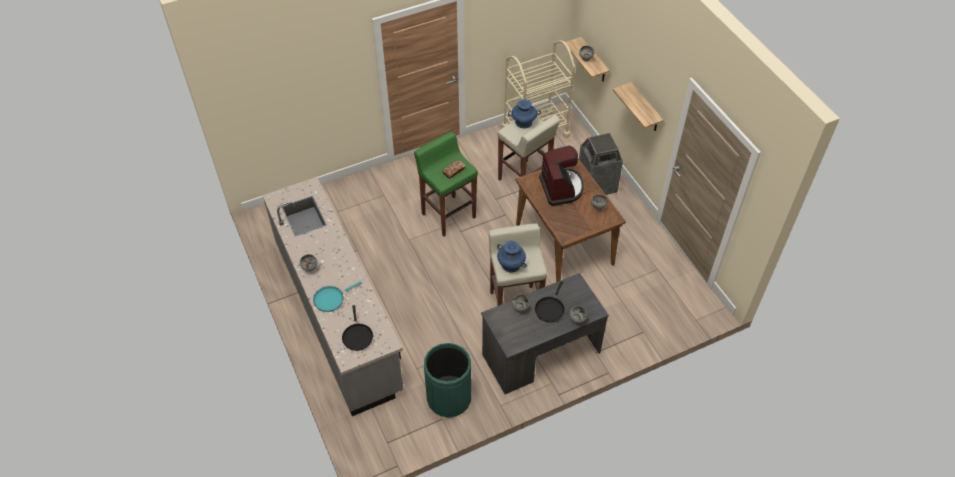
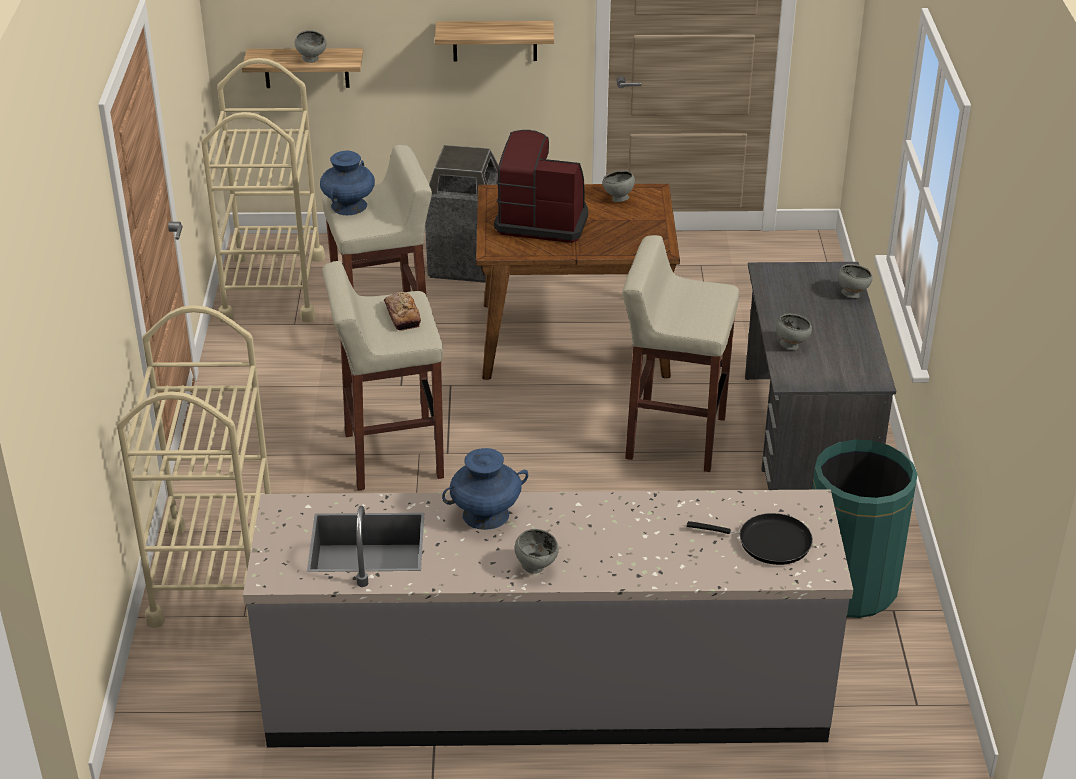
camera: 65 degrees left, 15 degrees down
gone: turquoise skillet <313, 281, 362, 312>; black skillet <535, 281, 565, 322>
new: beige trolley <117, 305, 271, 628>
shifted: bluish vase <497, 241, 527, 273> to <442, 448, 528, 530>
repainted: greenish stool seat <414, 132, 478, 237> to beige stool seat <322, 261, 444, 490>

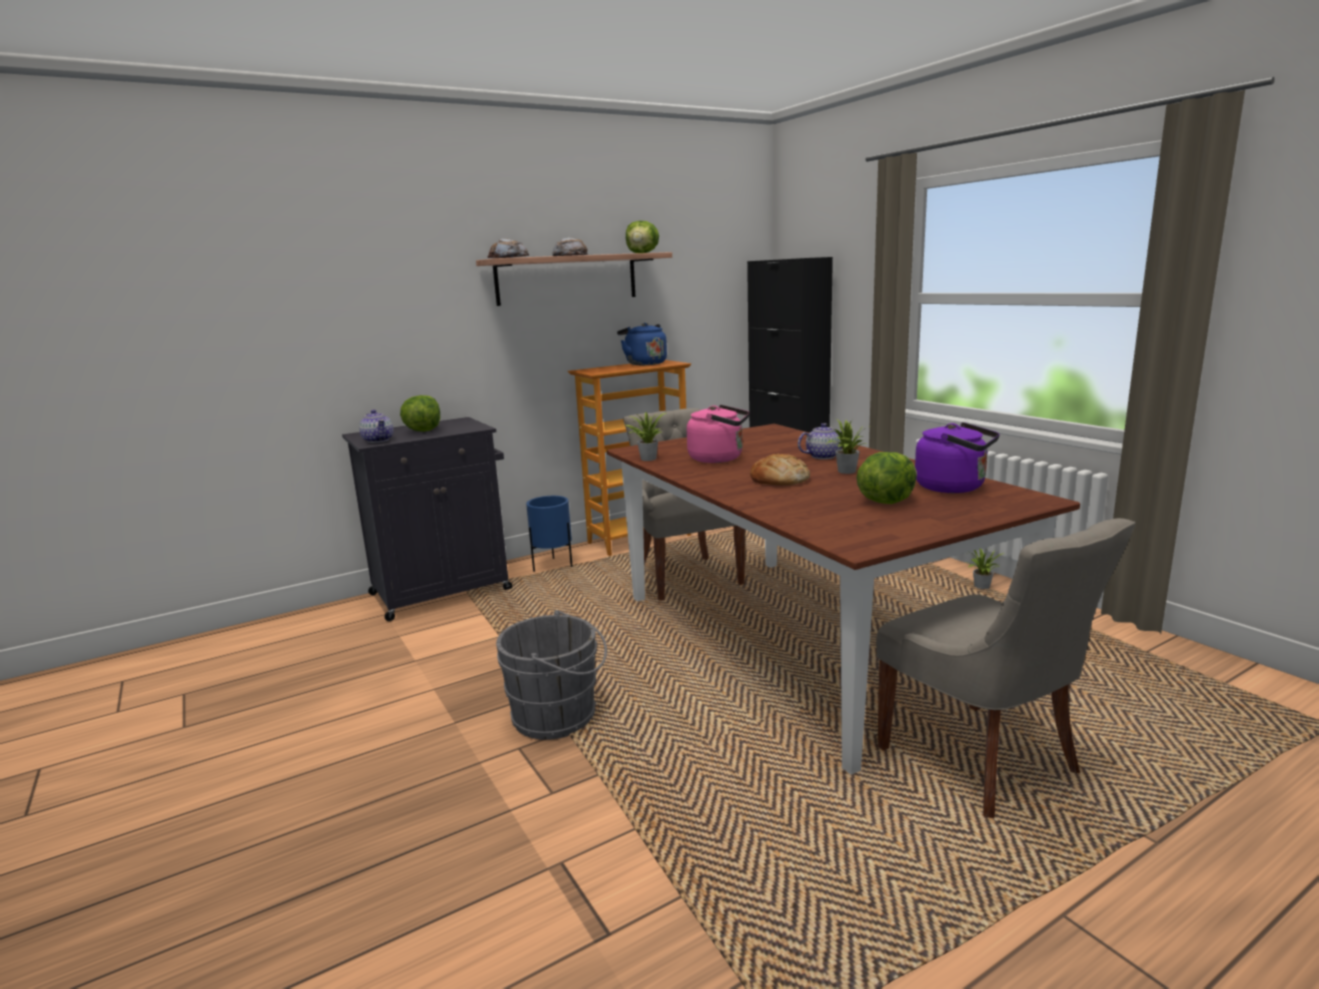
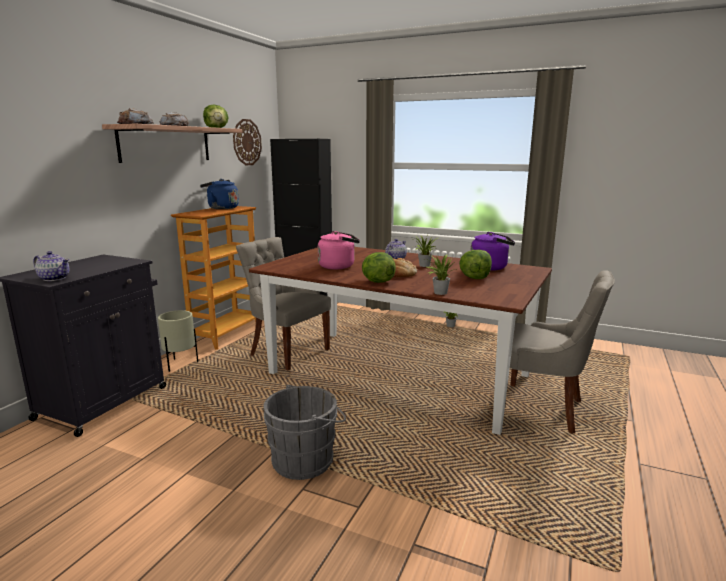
camera: 35 degrees left, 0 degrees up
new: wall clock <233, 119, 262, 166>
shifted: head of lettuce <400, 395, 440, 432> to <362, 252, 396, 283>; potted plant <625, 412, 666, 461> to <426, 255, 456, 295>
repainted: bluish plant pot <526, 496, 573, 572> to beige plant pot <158, 310, 198, 372>

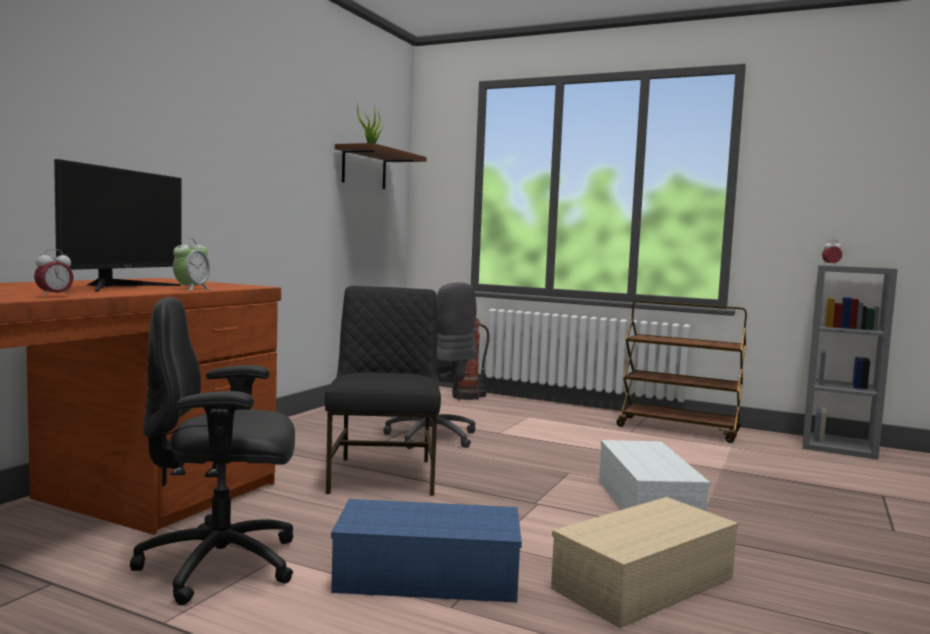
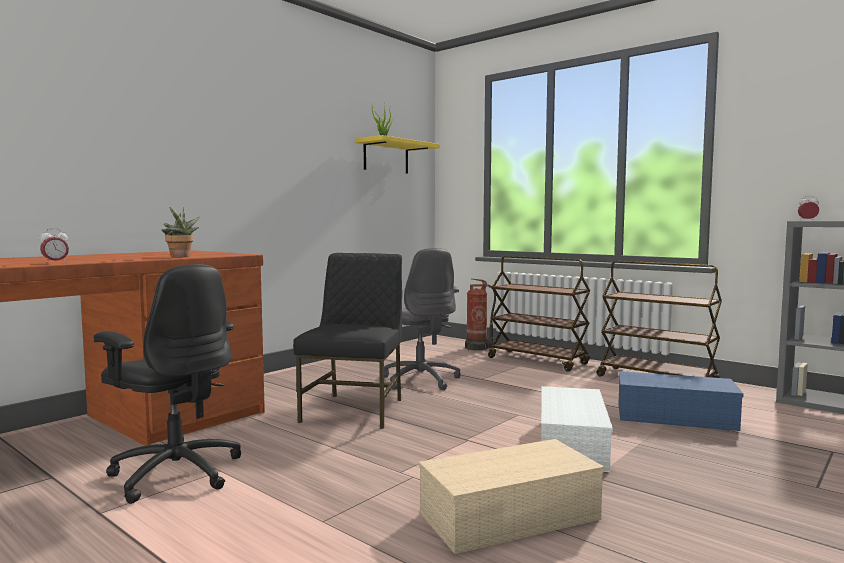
camera: 15 degrees right, 0 degrees up
gone: computer screen <54, 159, 182, 292>
new: brown-coloured trolley <488, 256, 590, 372>
shifted: bluish storage container <331, 499, 522, 602> to <618, 371, 744, 431>
swapped: alarm clock <173, 238, 210, 291> to potted plant <162, 207, 200, 258>
repainted: brown-coloured wall shelf <335, 143, 427, 189> to yellow-coloured wall shelf <356, 135, 440, 174>
rotated: black office chair <130, 297, 295, 605> = <94, 264, 241, 504> 150 degrees counterclockwise

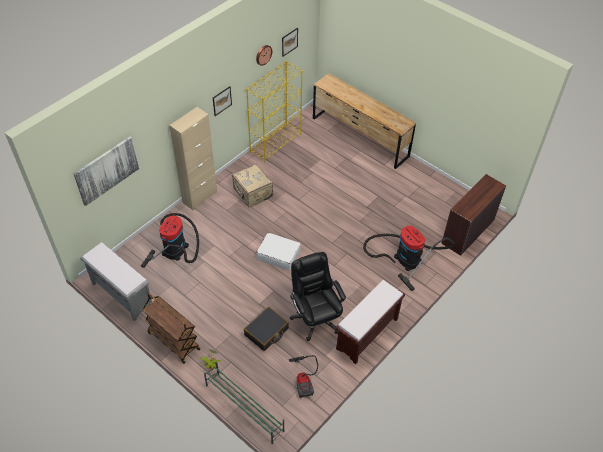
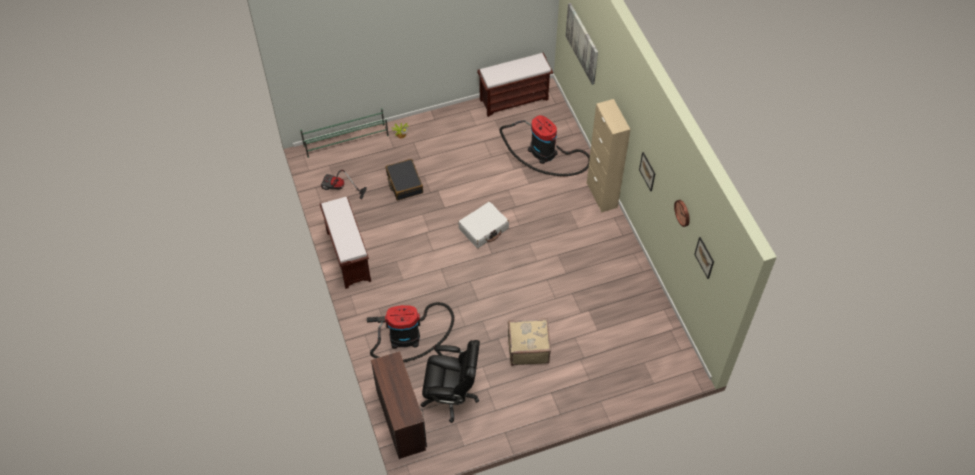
camera: 120 degrees right, 5 degrees up
gone: yellow-coloured bookshelf <246, 61, 303, 162>; brown-coloured dresser <313, 73, 416, 169>; brown-coloured trolley <142, 293, 200, 364>
shifted: beige piece of luggage <232, 163, 273, 208> to <508, 318, 551, 366>; black office chair <290, 252, 346, 341> to <421, 340, 480, 423>
repainted: grey long seat <80, 242, 152, 321> to brown-coloured long seat <477, 53, 553, 117>

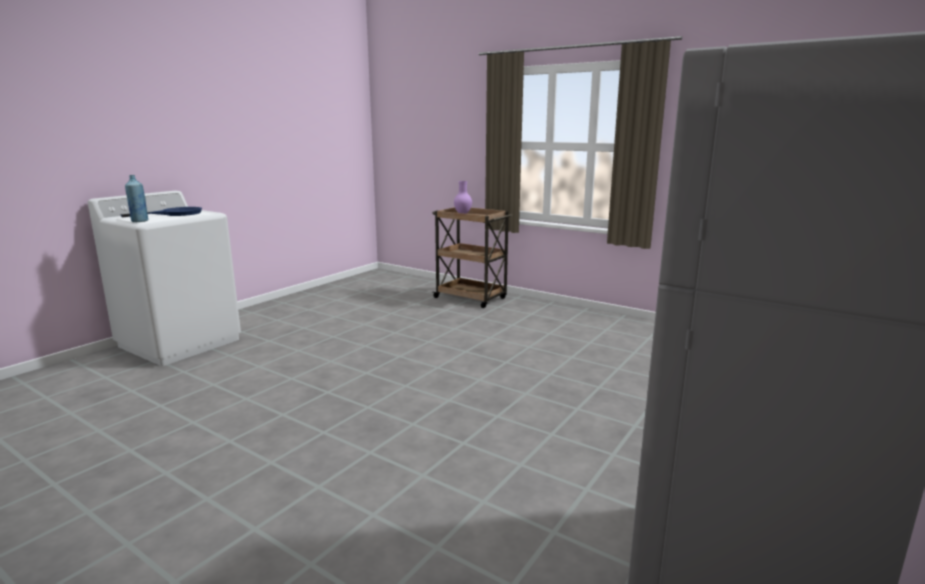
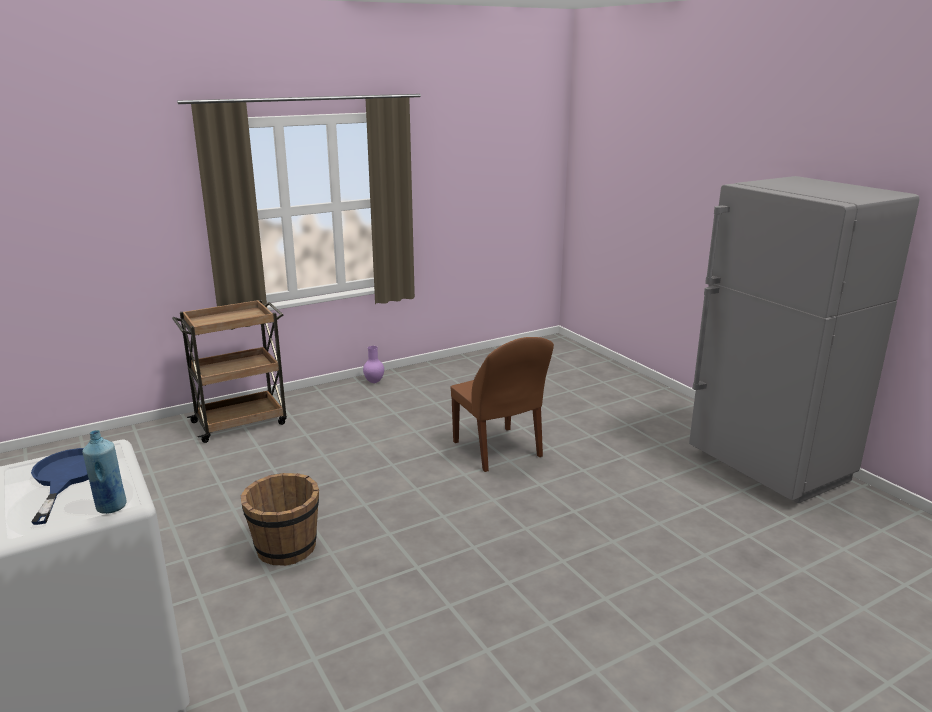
camera: 65 degrees left, 5 degrees up
new: brown-coloured upright chair <450, 337, 554, 472>; brown-coloured water bucket <241, 473, 319, 566>
shifted: purple-coloured vase <454, 181, 472, 214> to <363, 346, 384, 383>

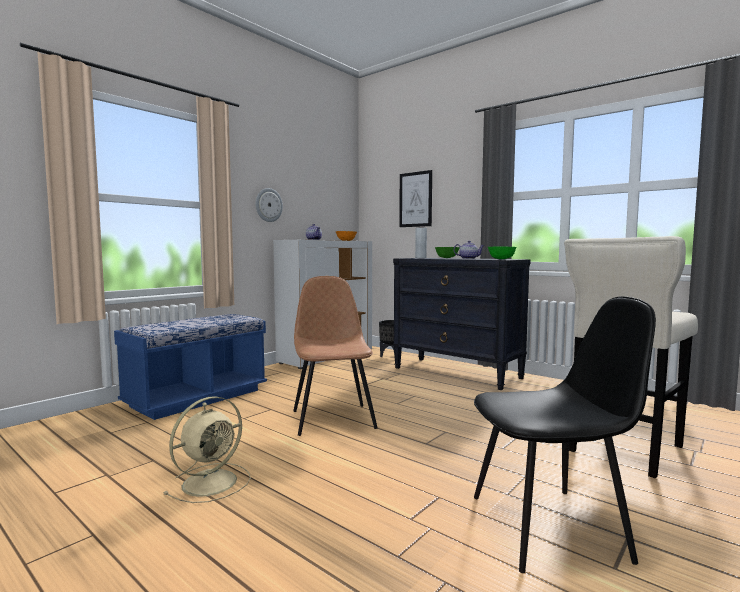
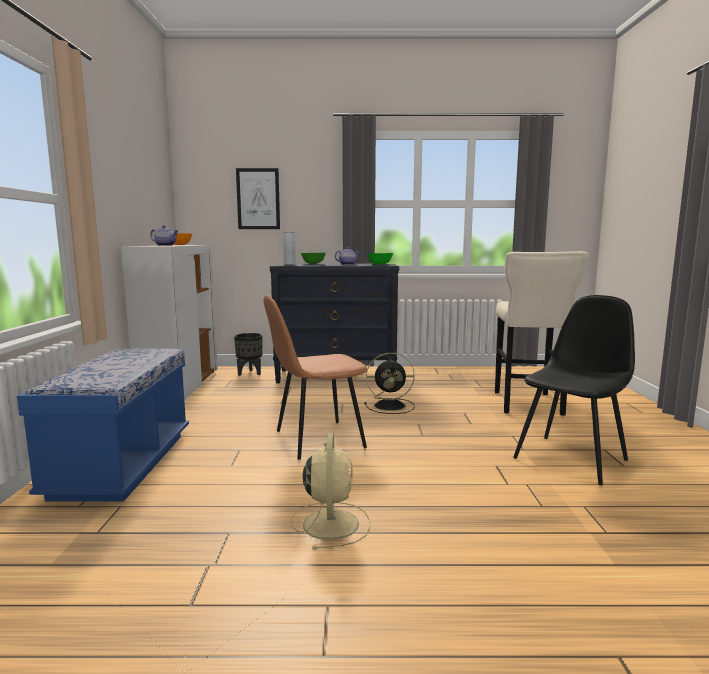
camera: 40 degrees left, 5 degrees up
gone: wall clock <255, 188, 283, 222>
new: black cooling fan <364, 353, 415, 414>
rotated: brown-coloured upright chair <293, 276, 377, 436> = <263, 296, 368, 460> 60 degrees counterclockwise

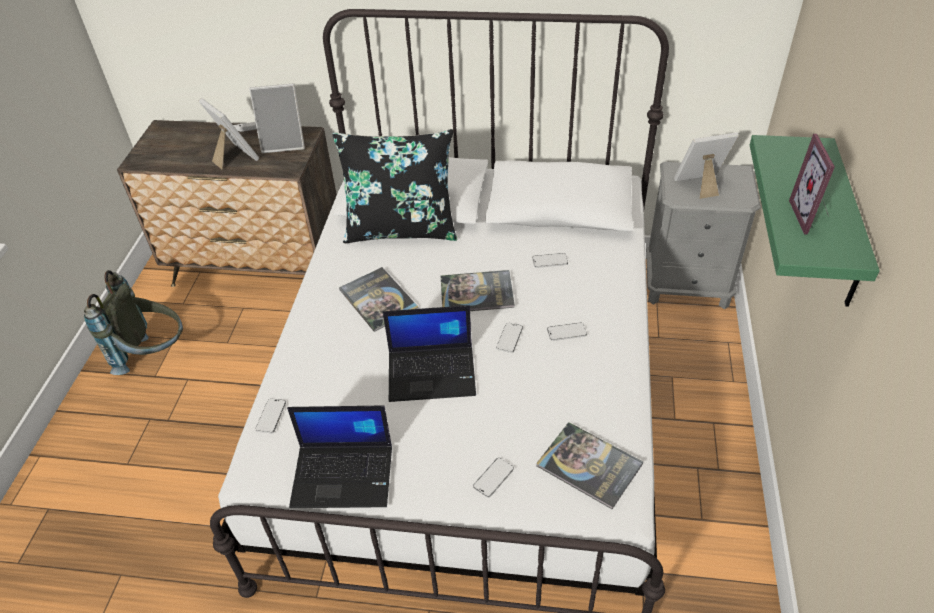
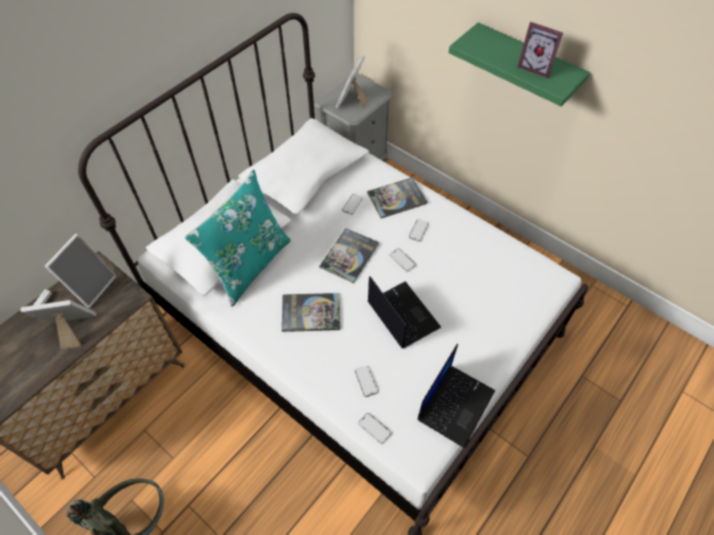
camera: 60 degrees left, 10 degrees up
shifted: volume <536, 422, 643, 509> to <367, 178, 427, 218>; telephone <473, 458, 514, 497> to <355, 366, 378, 397>
repainted: black cushion <333, 129, 457, 243> to turquoise cushion <185, 169, 291, 307>
rotated: portable computer <383, 305, 476, 402> = <368, 276, 441, 349> 60 degrees counterclockwise

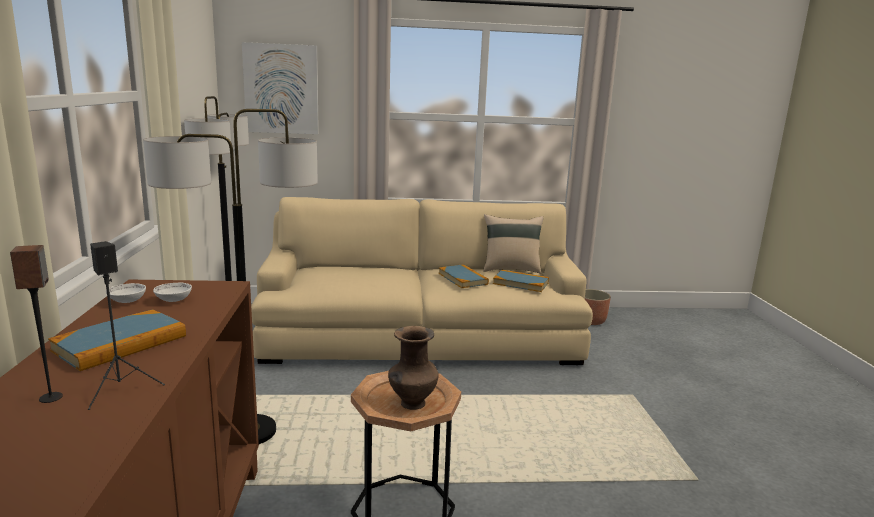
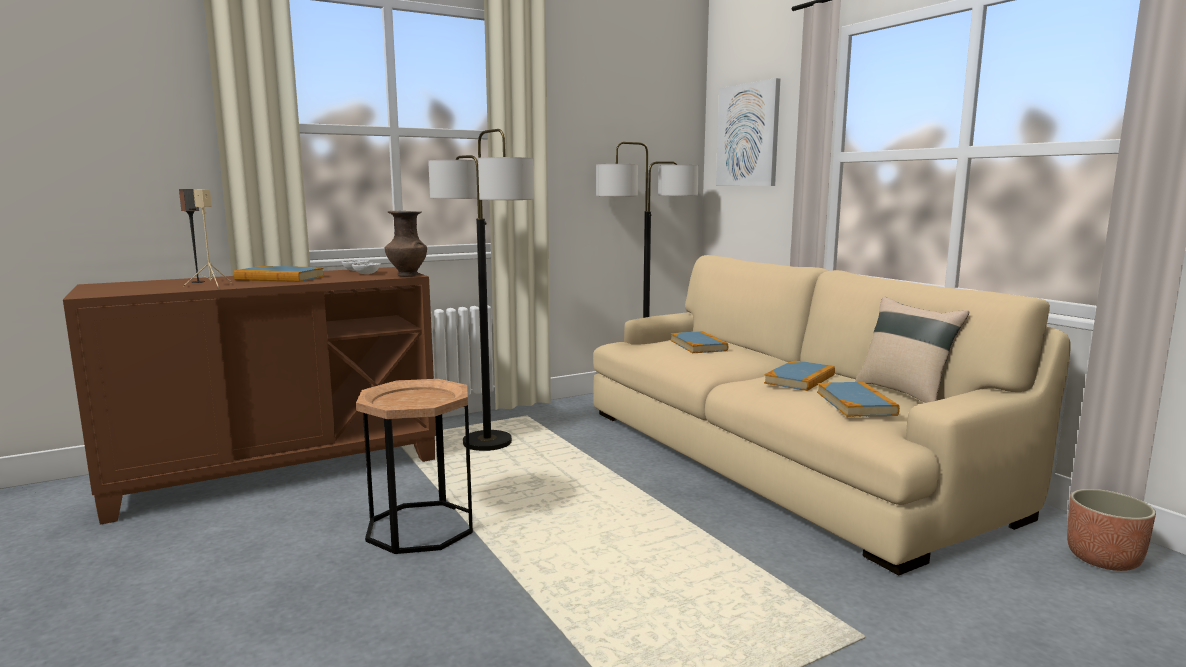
camera: 65 degrees right, 5 degrees down
new: volume <670, 331, 728, 353>
shifted: brown-coloured vase <388, 326, 438, 410> to <385, 211, 427, 277>
repainted: black speaker <88, 241, 165, 410> to beige speaker <183, 189, 232, 288>

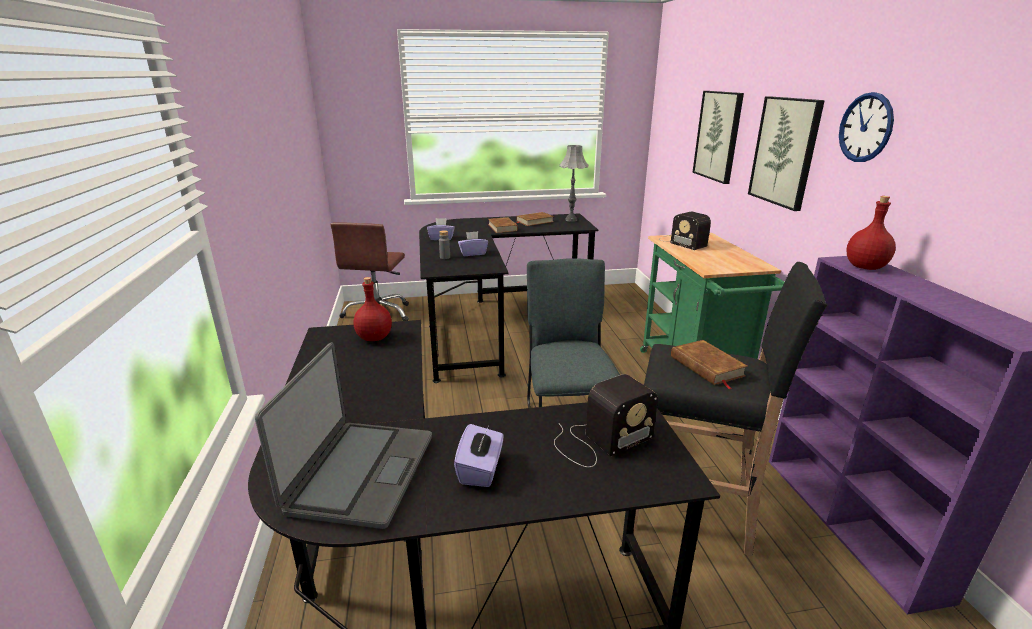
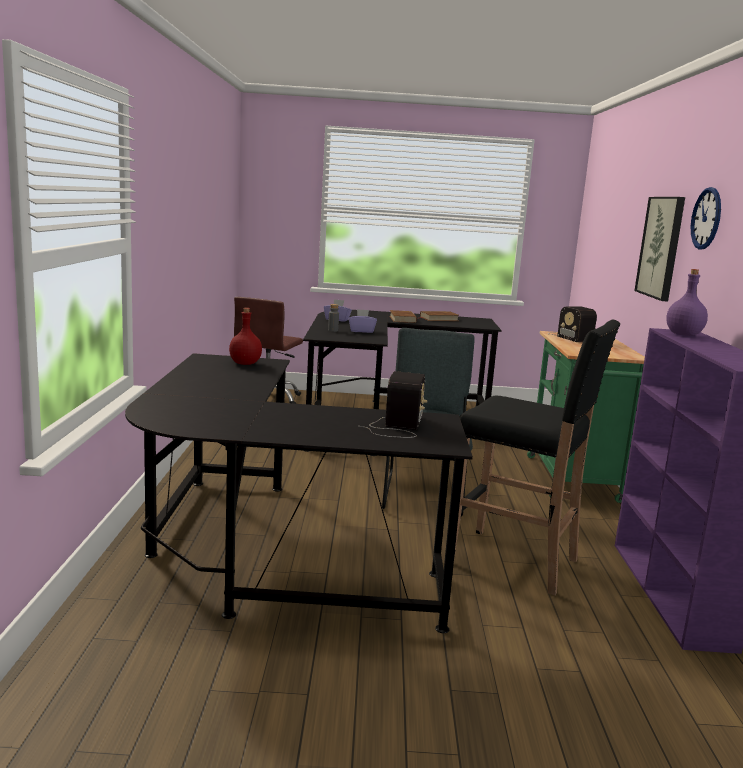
camera: 10 degrees right, 10 degrees down
gone: wall art <692, 91, 744, 184>; grey lamp for a table <559, 145, 589, 222>; brown-coloured volume <671, 340, 748, 389>; portable computer <255, 343, 432, 529>; purple-coloured tissue holder <454, 424, 503, 487>
repainted: red bottle <846, 196, 896, 270> to purple-coloured bottle <666, 269, 708, 336>
rotated: radio <554, 374, 658, 467> = <359, 371, 427, 438> 60 degrees counterclockwise

